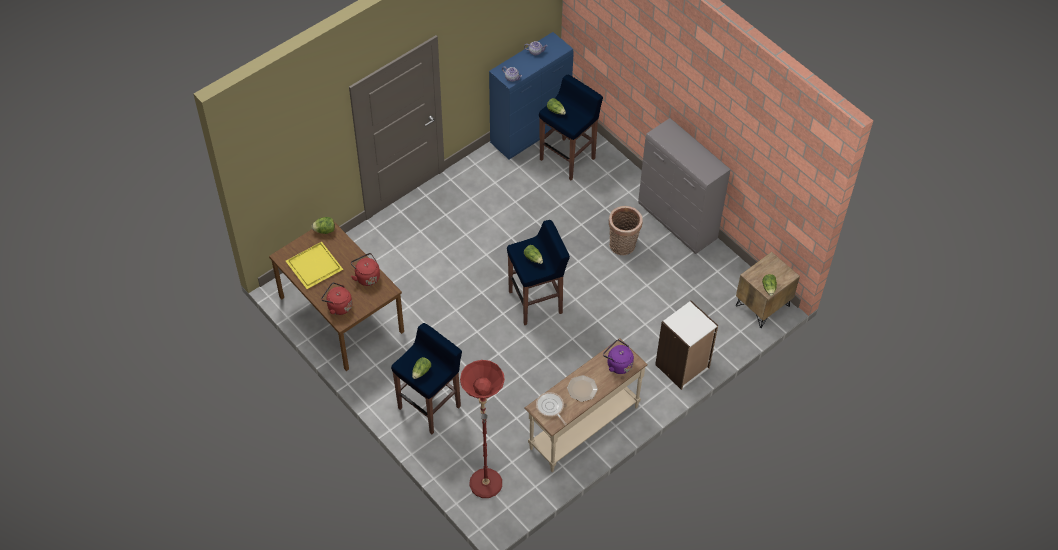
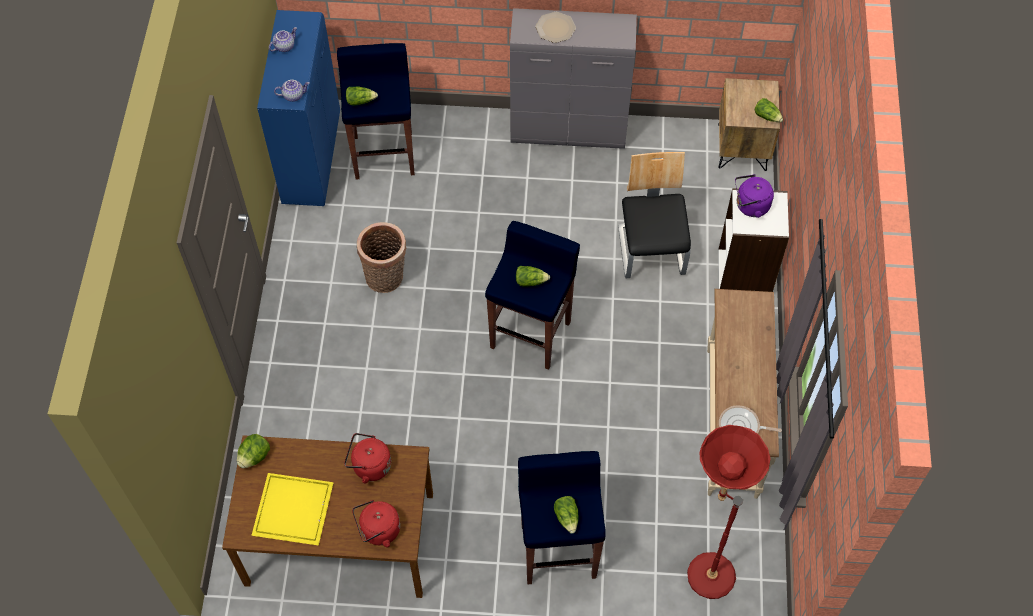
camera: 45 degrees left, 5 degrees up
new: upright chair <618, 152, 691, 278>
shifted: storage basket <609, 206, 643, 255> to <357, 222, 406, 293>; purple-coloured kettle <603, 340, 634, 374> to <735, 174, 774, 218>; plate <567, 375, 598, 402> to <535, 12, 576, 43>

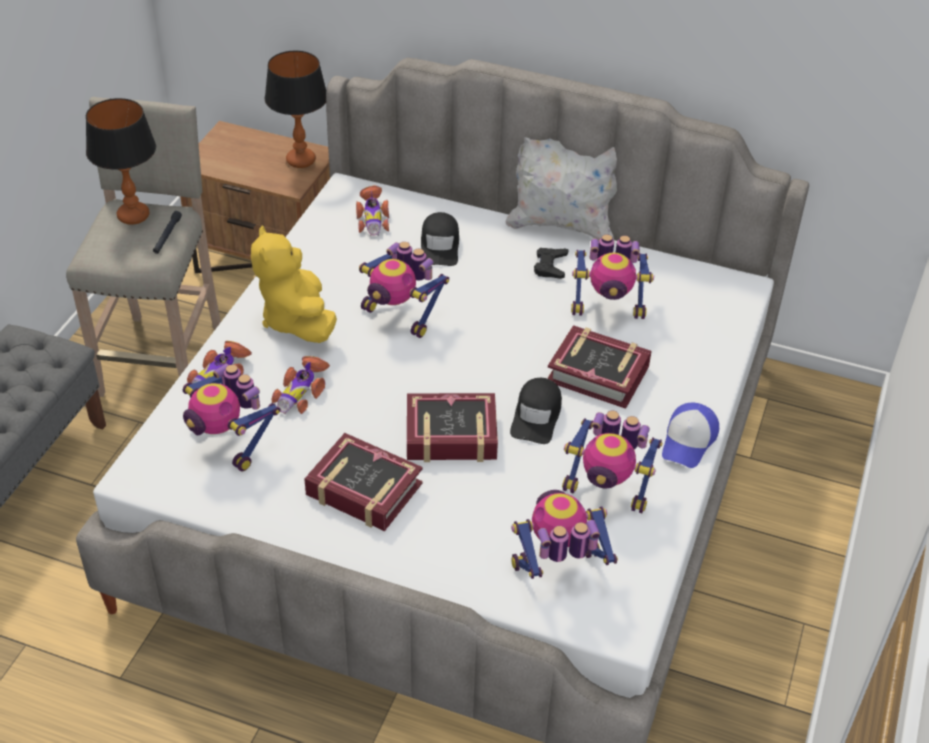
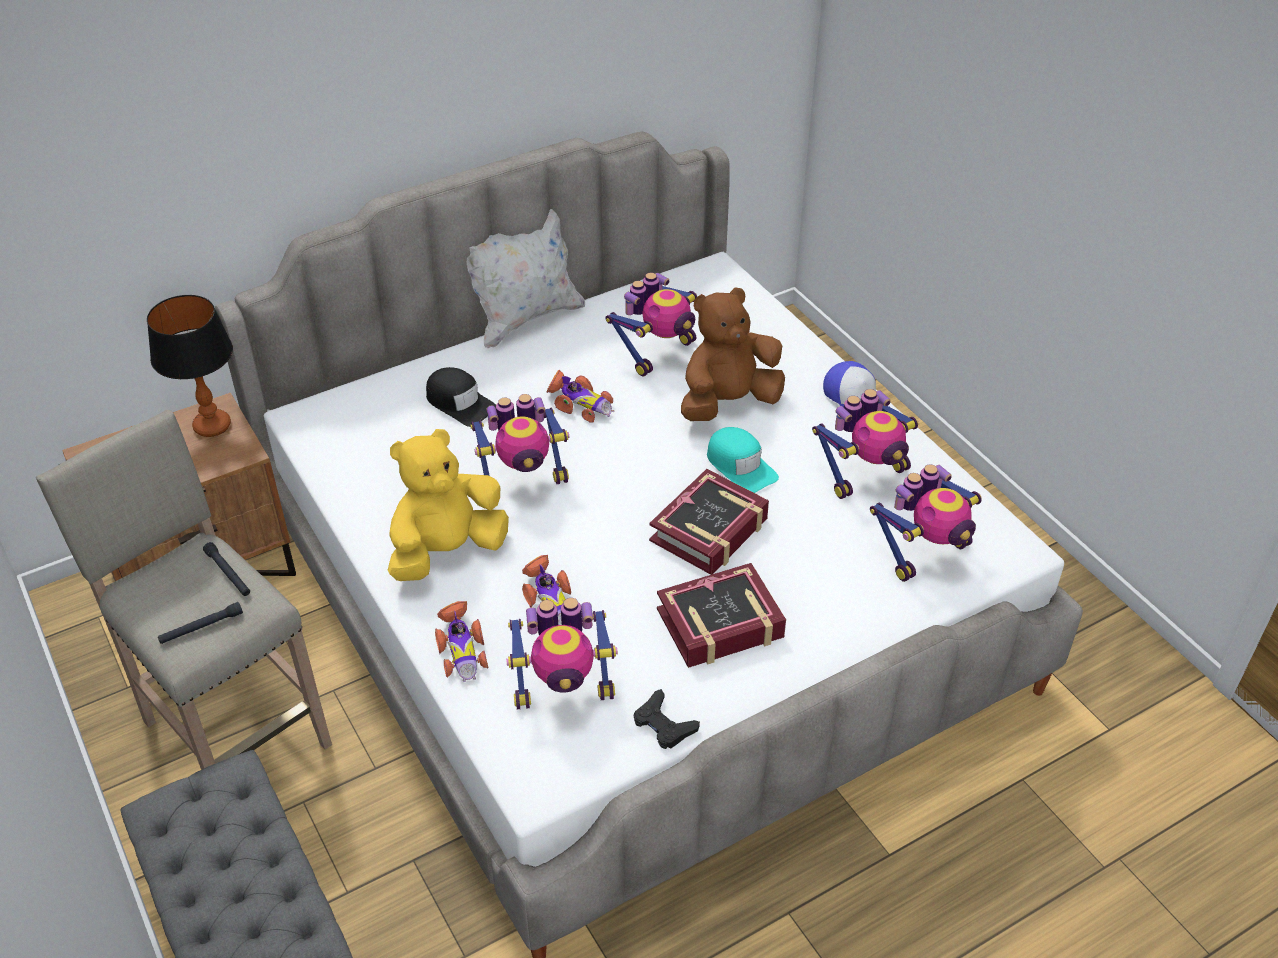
camera: 50 degrees left, 0 degrees up
gone: lamp for a table <86, 98, 156, 225>
new: black flashlight <158, 602, 243, 644>
shifted: miniature car <356, 185, 389, 236> to <547, 370, 615, 423>; black gamepad <534, 248, 569, 279> to <634, 689, 700, 749>
swapped: volume <547, 325, 652, 409> to brown-coloured soft toy <681, 288, 785, 421>
repainted: black peaked cap <510, 378, 562, 444> to turquoise peaked cap <707, 427, 779, 493>
rotated: yellow-coloured soft toy <251, 226, 337, 343> = <388, 429, 509, 581> 120 degrees clockwise; robot figure <511, 490, 618, 579> = <870, 464, 981, 582> 150 degrees counterclockwise

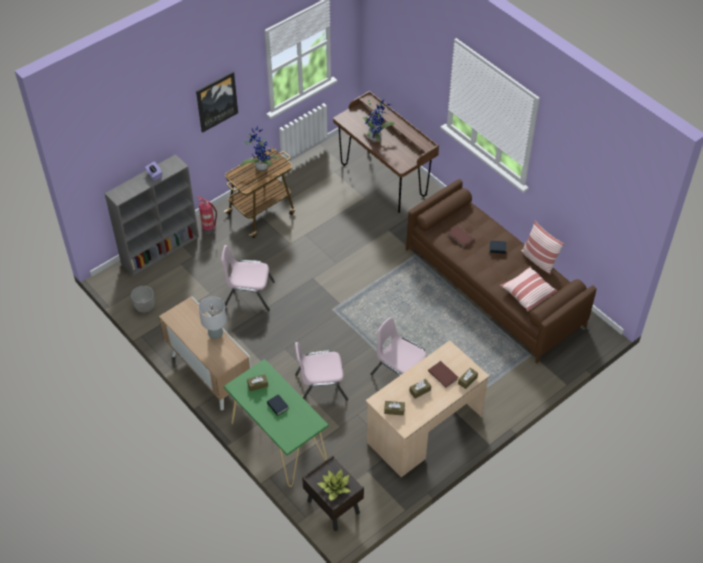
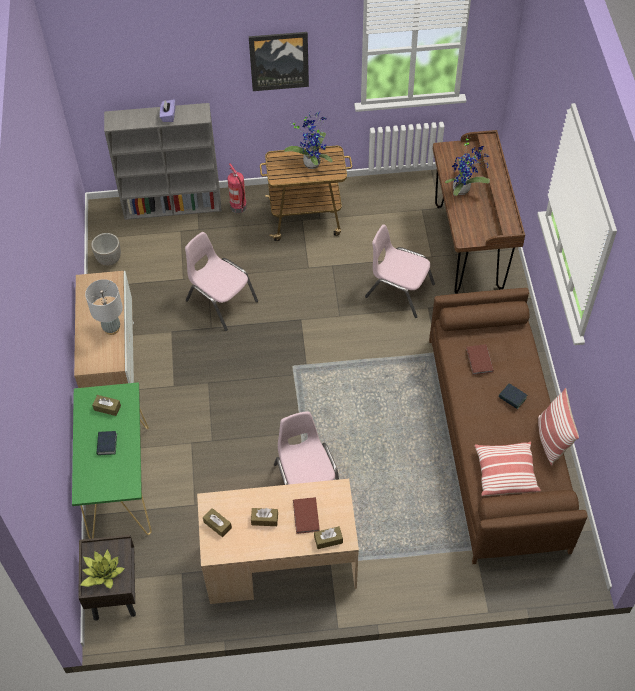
camera: 35 degrees right, 5 degrees up
shifted: pinkish upright chair <295, 342, 349, 401> to <365, 225, 435, 318>

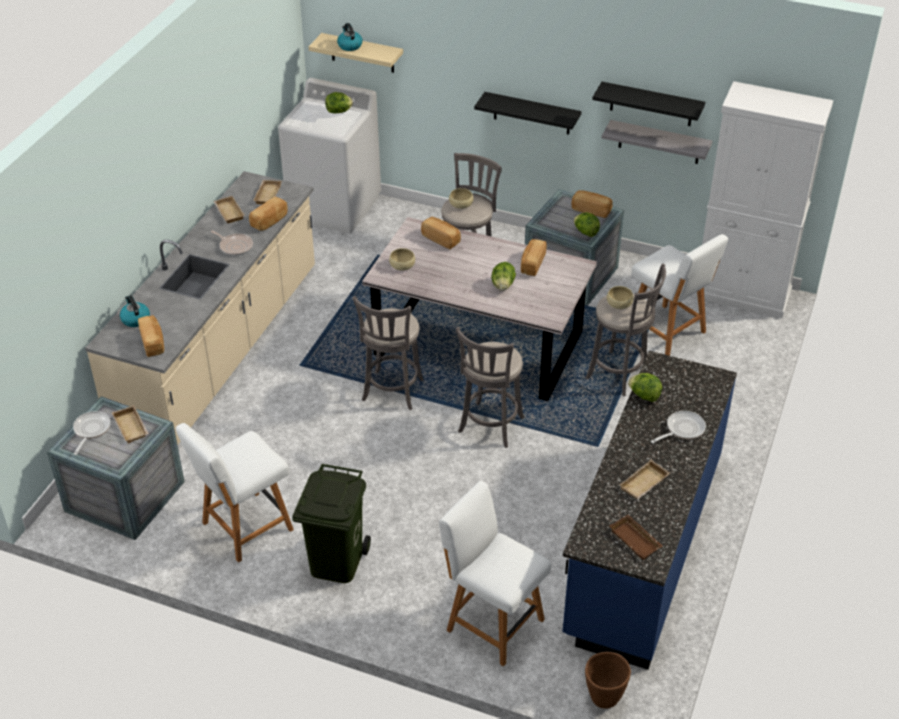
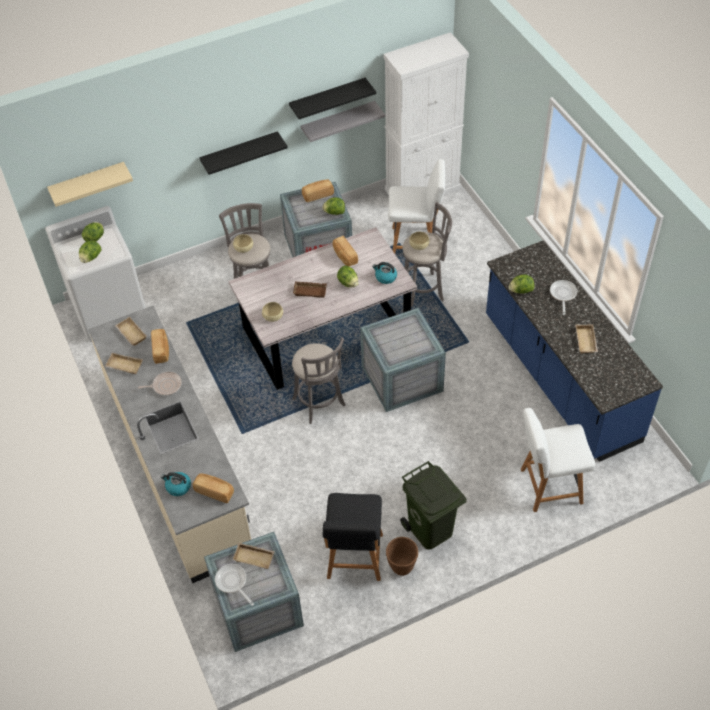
camera: 45 degrees left, 10 degrees up
gone: bakery bread <421, 217, 461, 249>
new: head of lettuce <79, 240, 101, 263>
shifted: kettle <337, 23, 362, 51> to <372, 262, 397, 284>; brown-coloured carrying tray <609, 515, 663, 560> to <293, 281, 327, 298>; brown-coloured plant pot <585, 652, 631, 709> to <386, 537, 418, 576>
swapped: grey stool seat <456, 327, 524, 448> to packing crate <360, 308, 446, 412>
repainted: white-coloured upright chair <176, 423, 294, 562> to black upright chair <323, 493, 383, 581>

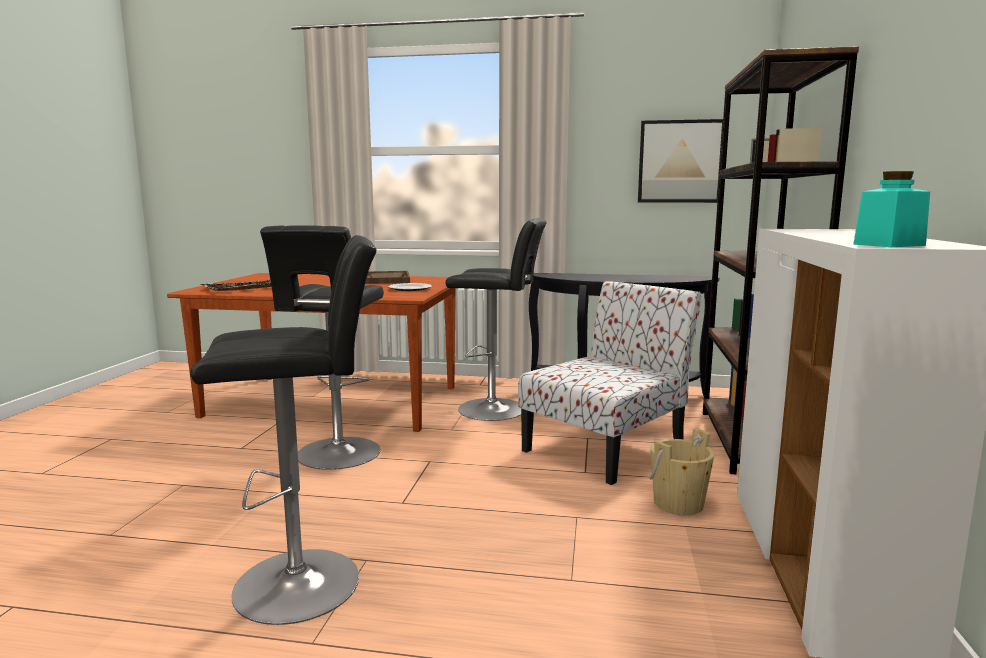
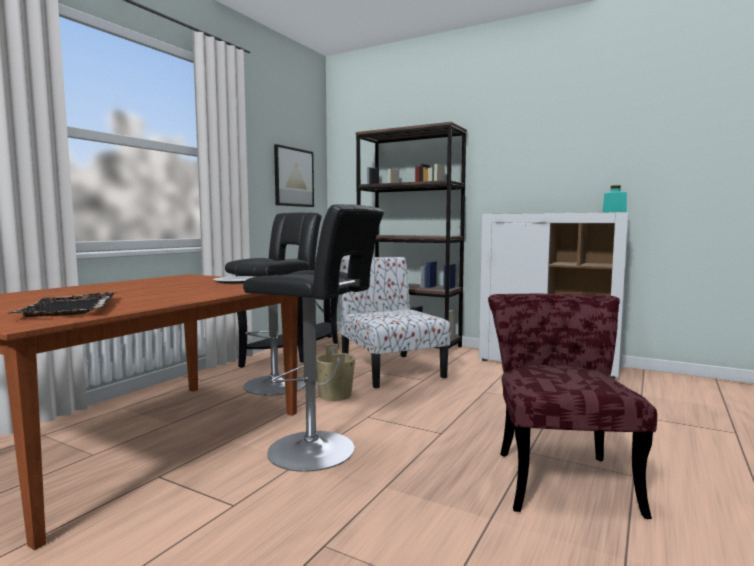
camera: 70 degrees left, 5 degrees down
gone: brown-coloured carrying tray <365, 271, 410, 284>
shifted: beige water bucket <649, 428, 715, 515> to <315, 344, 355, 401>
swapped: black stool seat <190, 235, 377, 625> to red upright chair <488, 294, 657, 519>

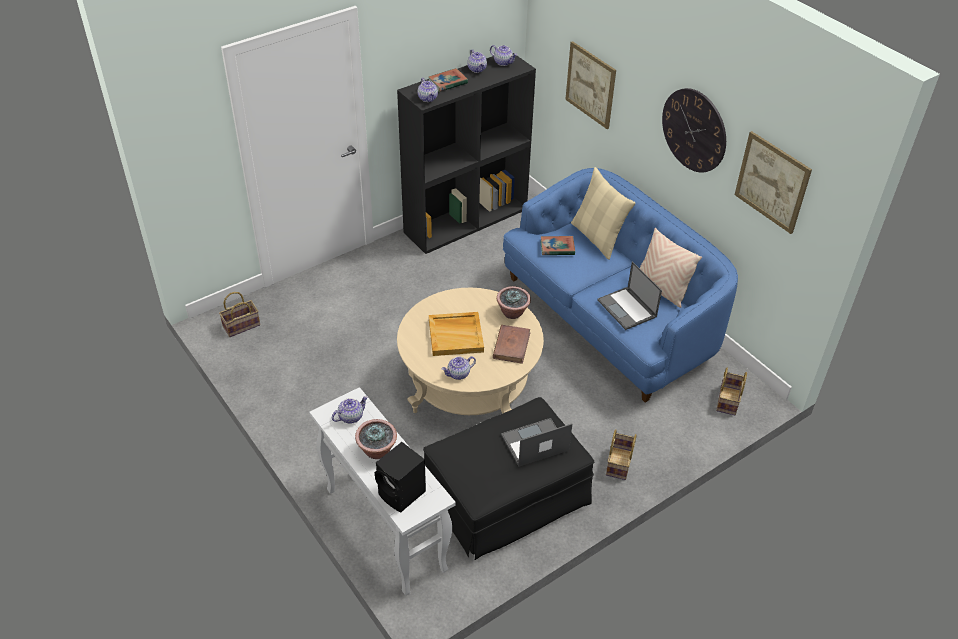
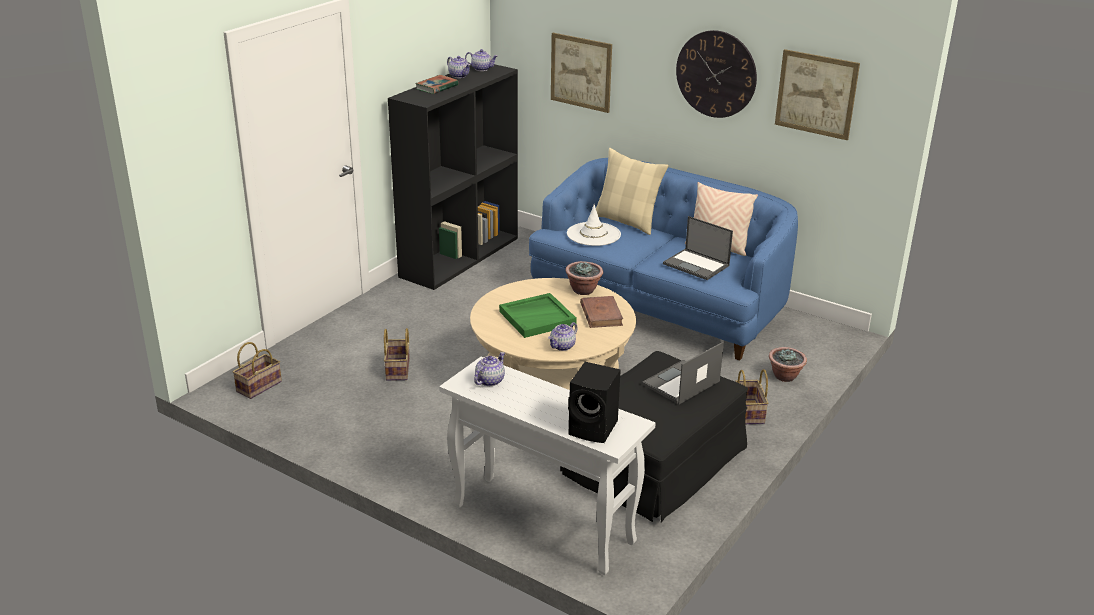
camera: 20 degrees left, 15 degrees down
gone: tea pot <417, 78, 438, 102>
shifted: storage basket <716, 367, 747, 415> to <384, 328, 410, 381>; potted plant <355, 419, 397, 459> to <769, 347, 807, 382>
swapped: volume <540, 236, 575, 255> to white-coloured wearable hat <567, 204, 621, 246>
repainted: beige carrying tray <429, 312, 484, 356> to greenish carrying tray <499, 293, 577, 338>

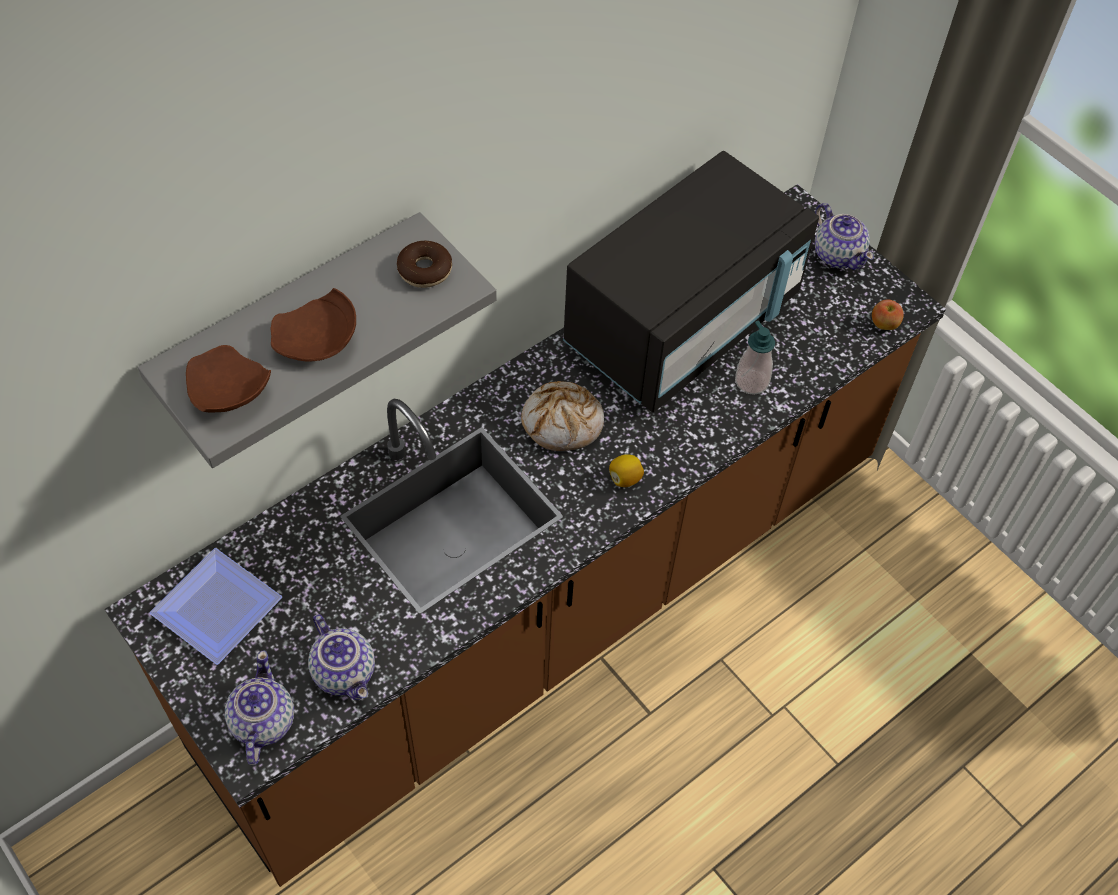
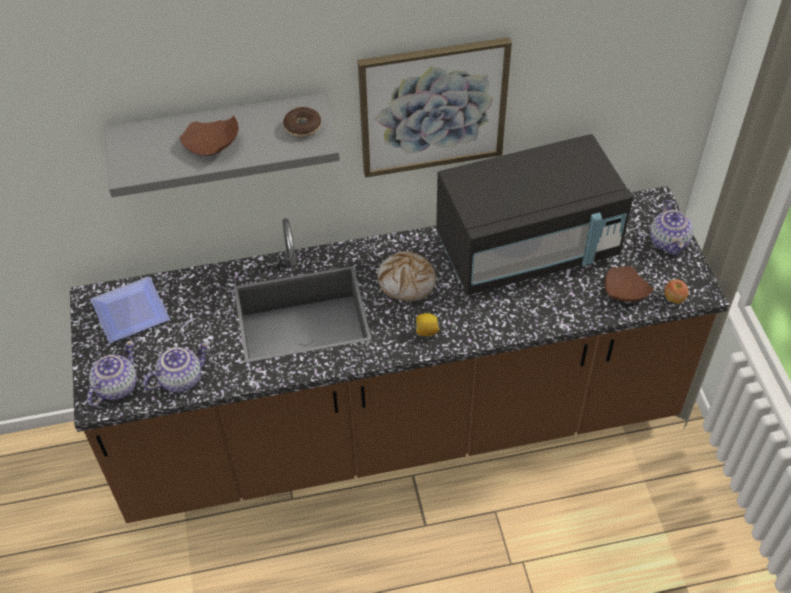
camera: 30 degrees right, 5 degrees down
gone: liquid soap bottle <735, 321, 775, 395>
new: wall art <358, 37, 512, 178>
shifted: brown-coloured plate <186, 345, 271, 413> to <605, 266, 654, 302>
rotated: tea pot <308, 614, 375, 700> = <143, 342, 209, 392> 120 degrees counterclockwise

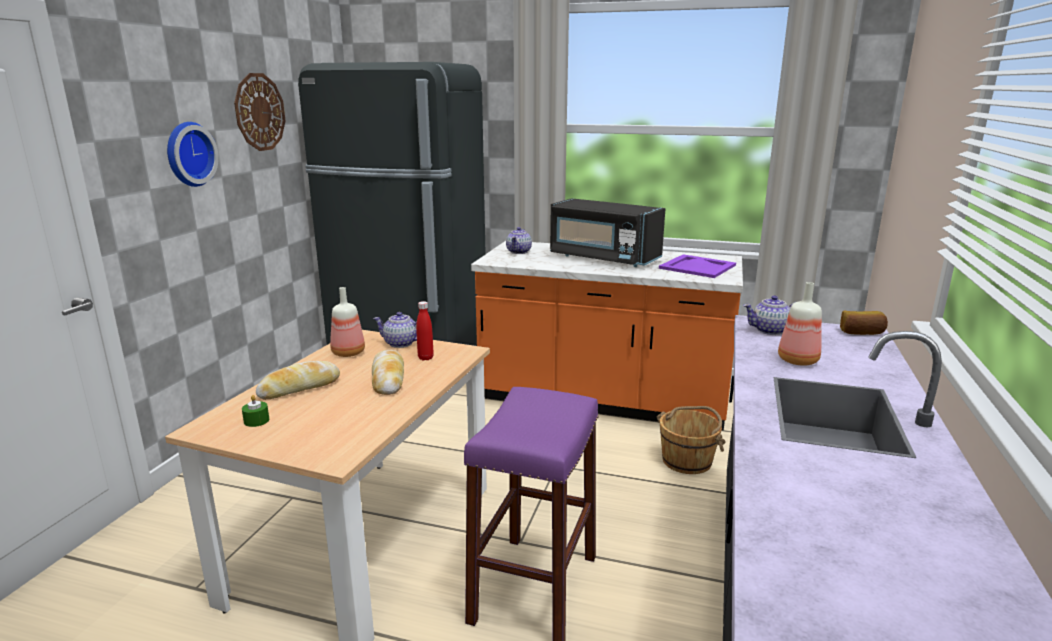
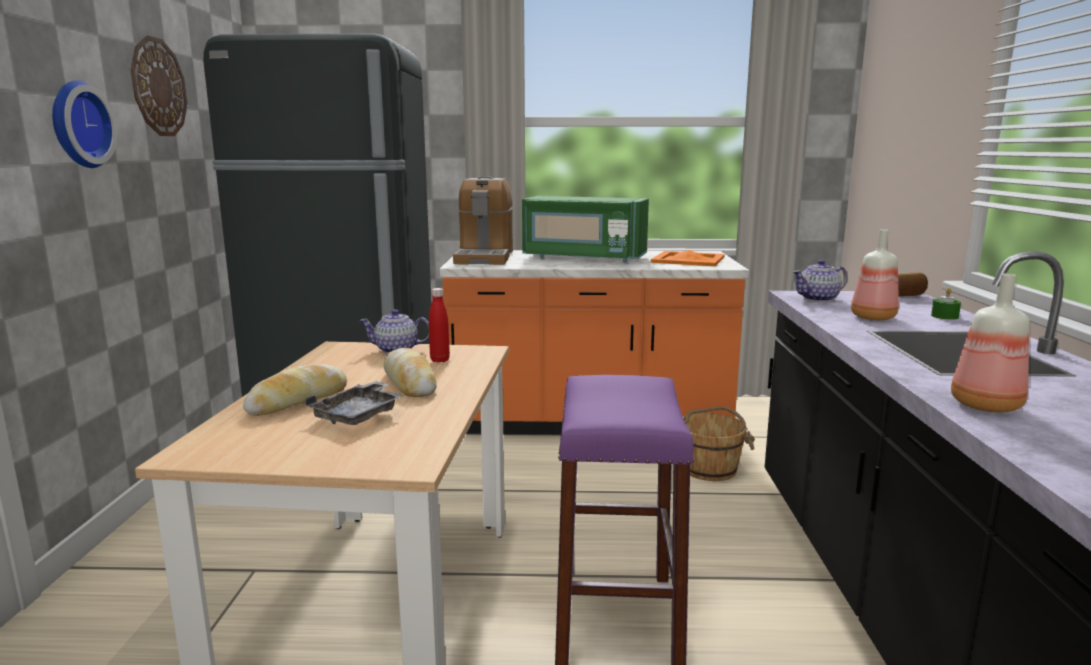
camera: 15 degrees left, 5 degrees down
new: grey carrying tray <306, 381, 404, 425>
shifted: bottle <330, 287, 365, 357> to <951, 274, 1030, 412>; greenish wax candle <242, 395, 269, 427> to <931, 288, 961, 320>
swapped: tea pot <506, 227, 532, 254> to coffee machine <453, 176, 513, 265>
repainted: black microwave <550, 198, 665, 267> to greenish microwave <522, 196, 649, 263>; purple-coloured carrying tray <659, 254, 736, 278> to orange-coloured carrying tray <651, 250, 725, 266>

